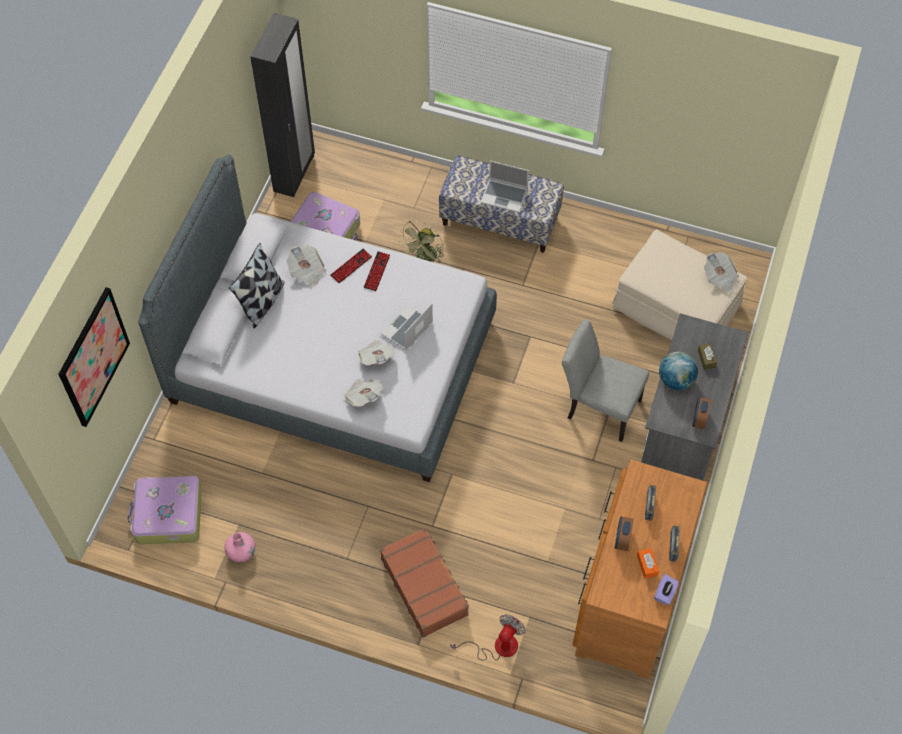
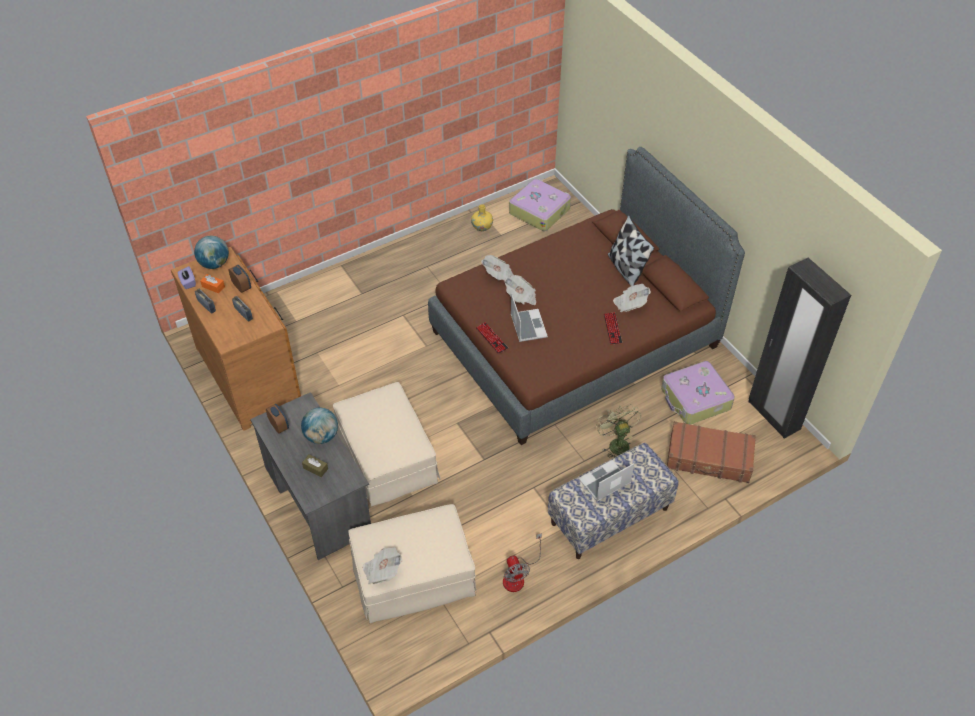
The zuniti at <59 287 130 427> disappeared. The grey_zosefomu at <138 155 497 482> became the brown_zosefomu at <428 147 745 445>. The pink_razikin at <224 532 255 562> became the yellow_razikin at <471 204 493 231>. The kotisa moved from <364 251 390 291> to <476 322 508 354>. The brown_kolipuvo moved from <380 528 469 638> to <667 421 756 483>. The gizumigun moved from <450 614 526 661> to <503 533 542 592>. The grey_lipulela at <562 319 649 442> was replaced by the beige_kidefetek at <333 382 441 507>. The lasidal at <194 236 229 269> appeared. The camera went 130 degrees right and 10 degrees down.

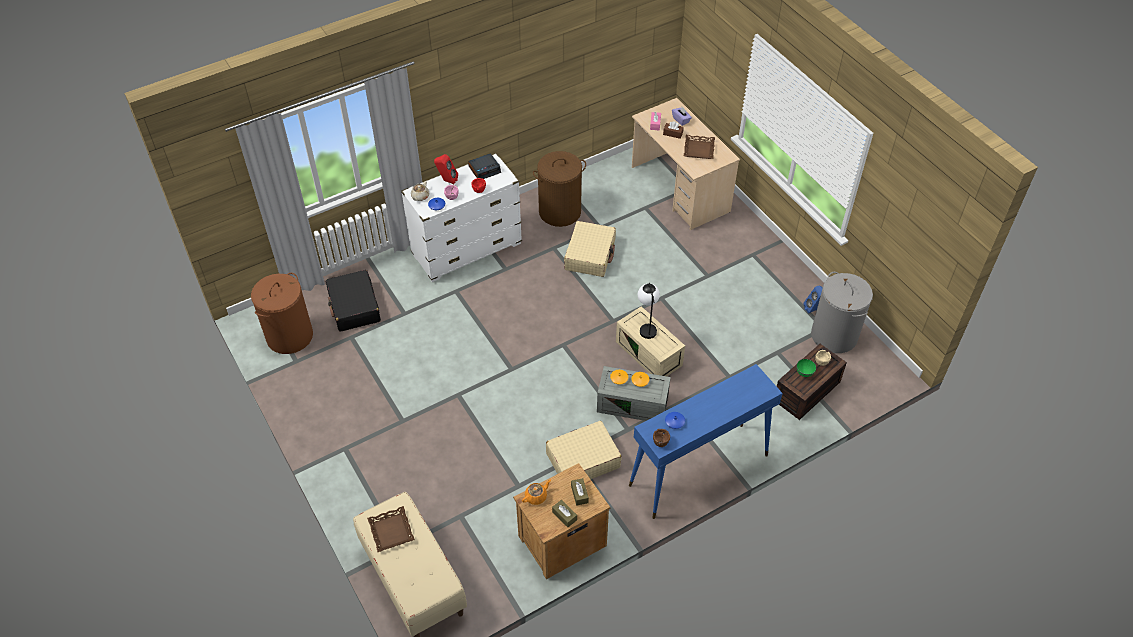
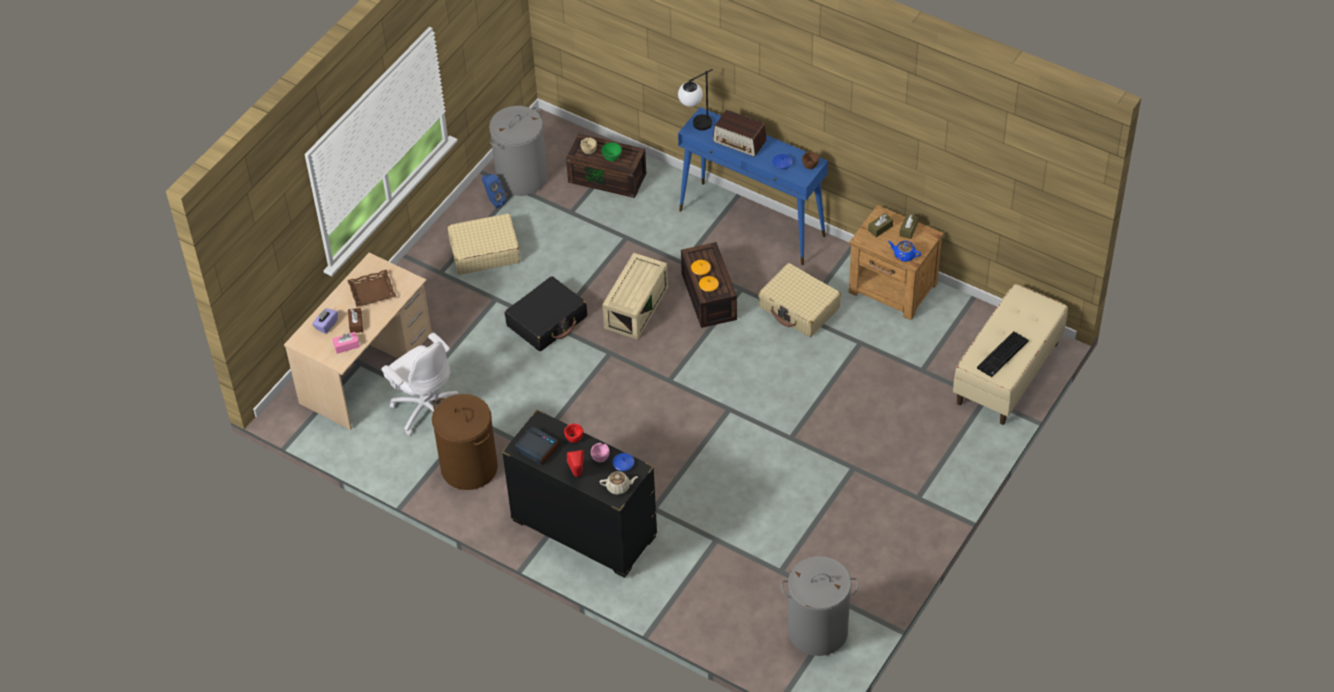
The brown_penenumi at <251 273 313 354> became the grey_penenumi at <781 556 859 656>. The black_kolipuvo moved from <326 270 381 332> to <505 276 587 351>. The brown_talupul at <367 506 415 552> was replaced by the kotisa at <977 331 1028 377>. The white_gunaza at <401 153 522 282> became the black_gunaza at <502 409 658 578>. The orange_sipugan at <522 480 551 505> became the blue_sipugan at <888 241 921 262>. The beige_kolipuvo moved from <564 221 616 277> to <447 213 520 275>. The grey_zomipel at <597 366 671 421> became the brown_zomipel at <681 242 737 328>. The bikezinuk moved from <638 283 660 339> to <678 69 713 131>. The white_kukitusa at <381 333 458 436> appeared. The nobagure at <713 110 767 157> appeared. The camera went 115 degrees left and 0 degrees up.

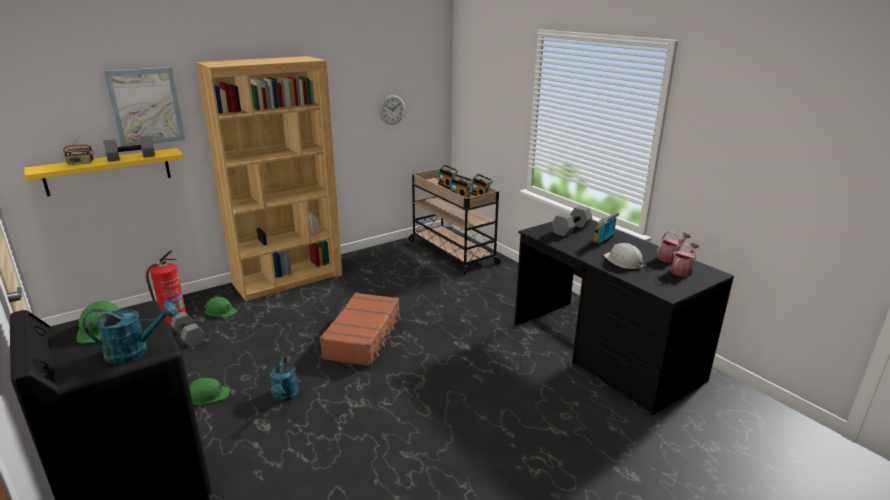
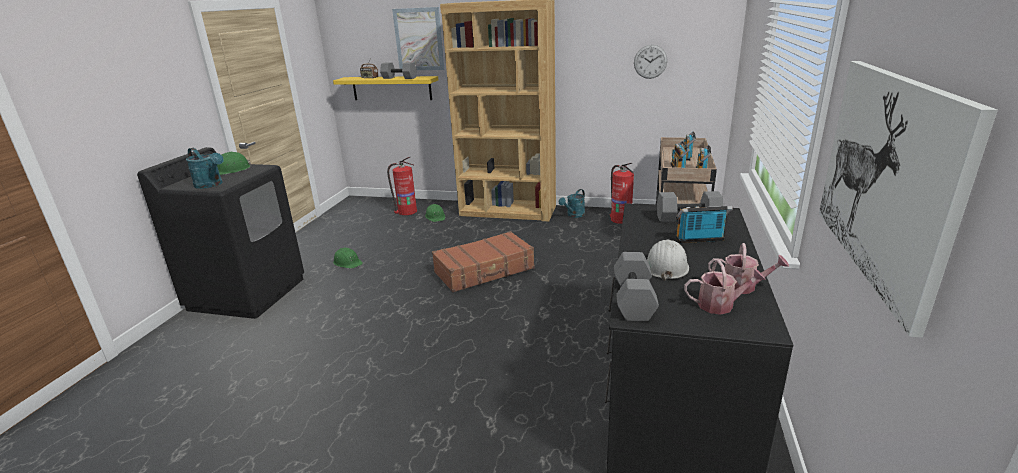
The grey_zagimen moved from <170 311 205 347> to <614 252 659 322>. The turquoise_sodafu moved from <270 356 299 402> to <559 189 585 218>. The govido at <610 163 634 224> appeared. The zuniti at <819 61 998 338> appeared. The camera went 50 degrees right and 0 degrees up.

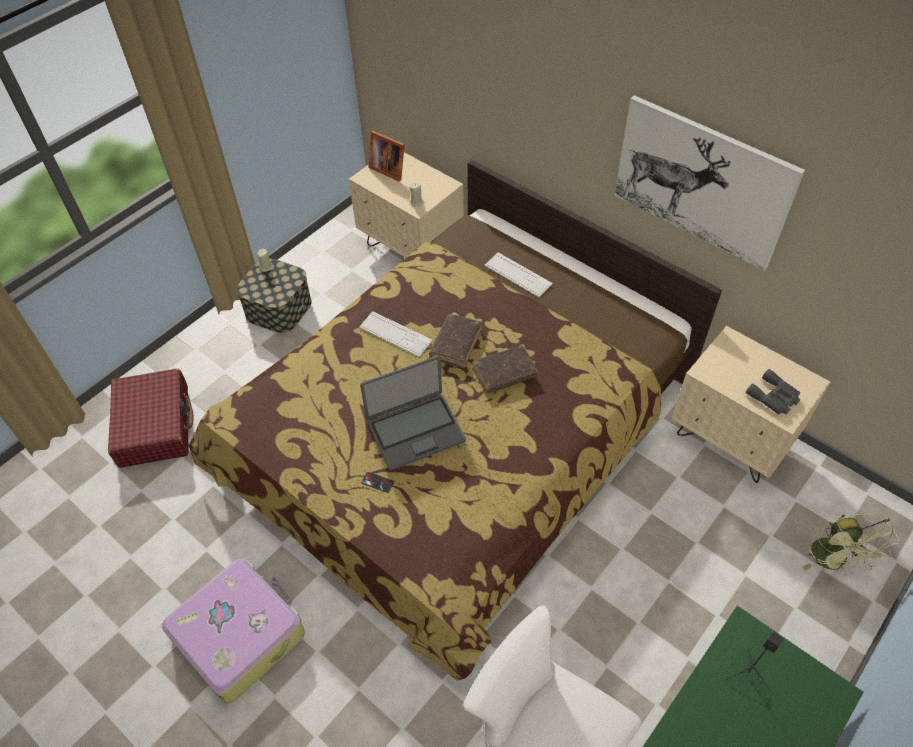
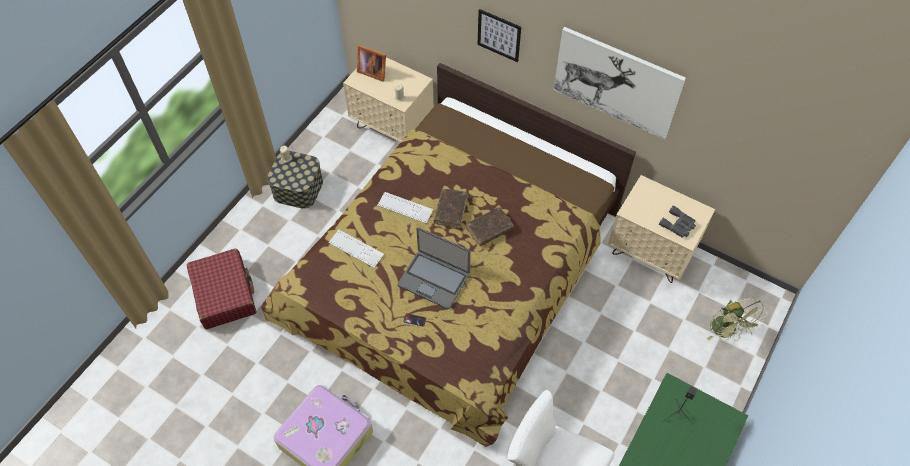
The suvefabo at <360 356 466 470> turned 60 degrees clockwise. The kotisa moved from <484 252 553 297> to <328 230 384 268>. The zuniti at <477 9 521 62> appeared. The camera went 10 degrees left and 5 degrees up.

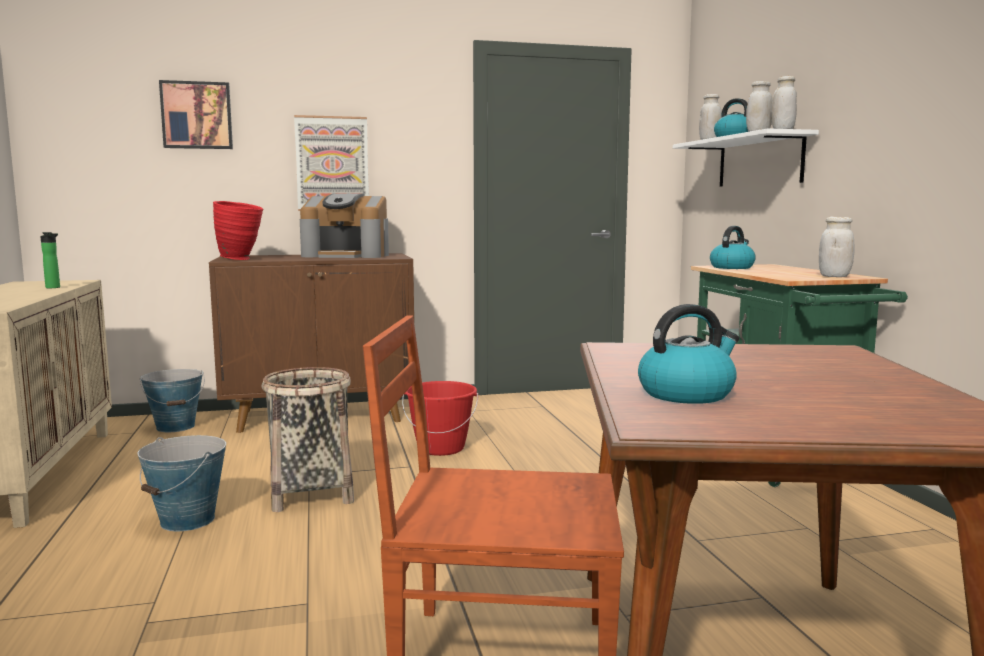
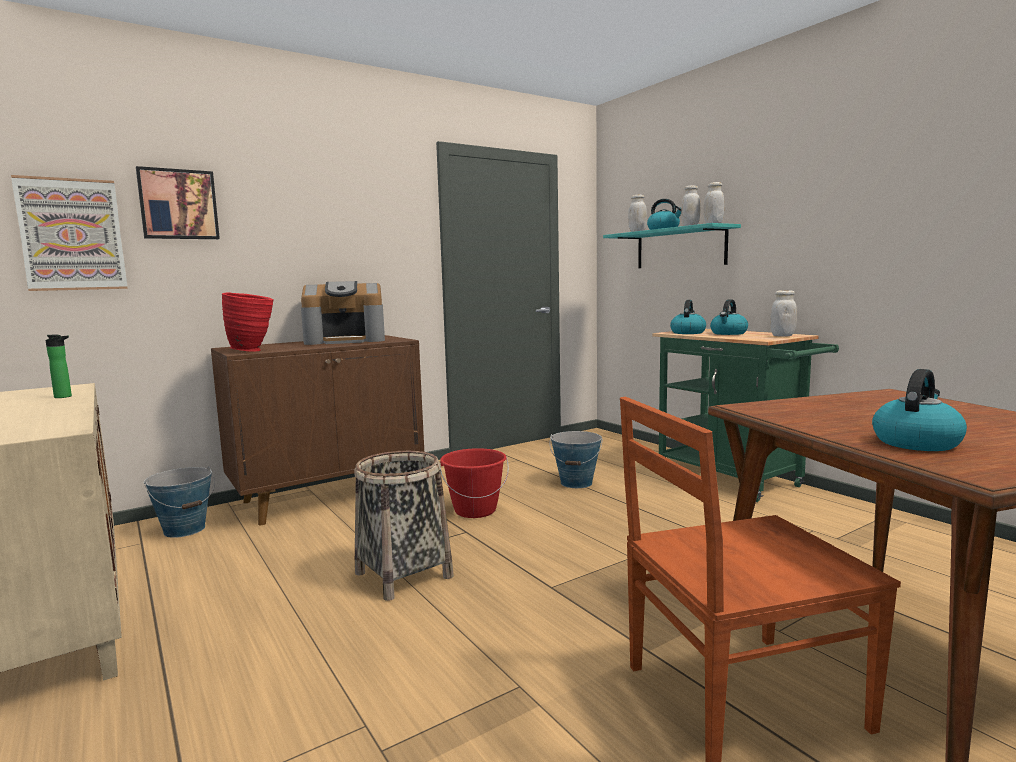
The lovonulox moved from <137 435 226 531> to <550 431 603 488>. The zuniti moved from <294 115 369 211> to <11 175 128 291>. The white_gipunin at <673 128 819 187> became the turquoise_gipunin at <603 223 741 268>. The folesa at <710 299 748 335> appeared. The camera went 20 degrees left and 0 degrees up.

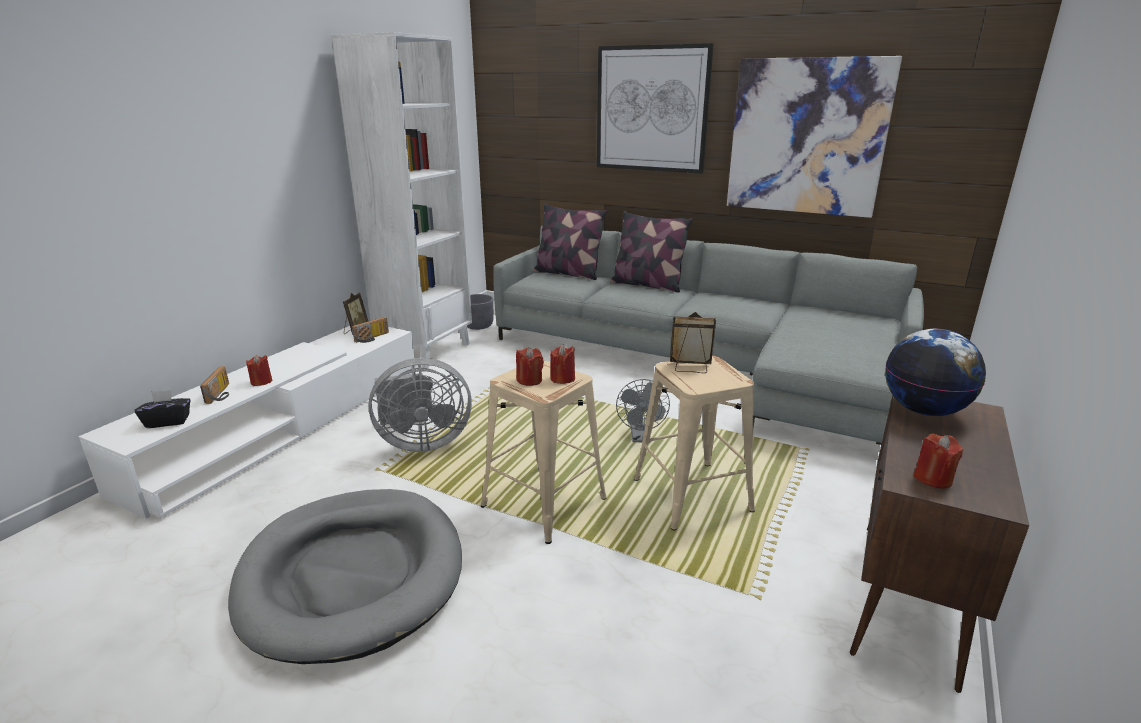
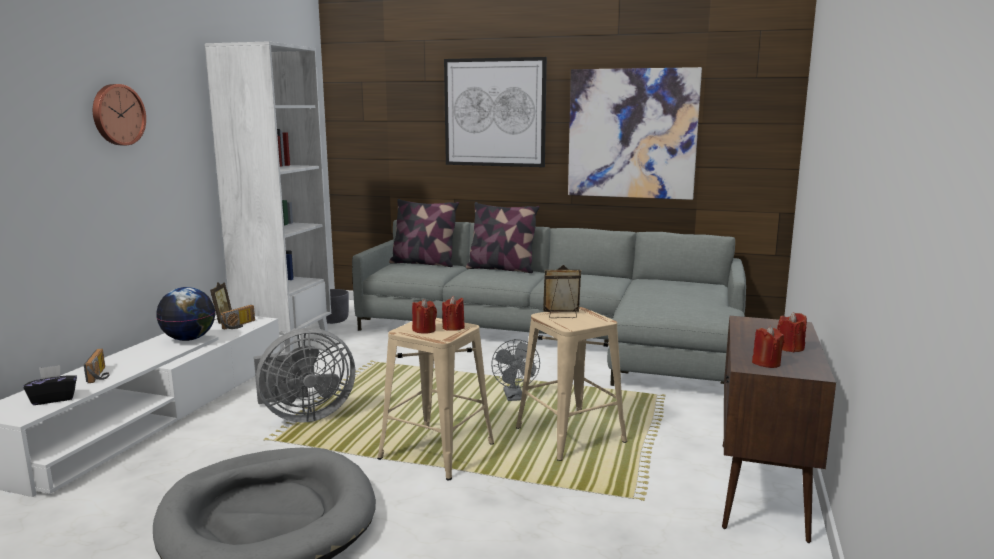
The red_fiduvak moved from <246 355 272 386> to <777 312 807 352>. The lasidal moved from <885 329 986 416> to <156 287 215 341>. The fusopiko at <93 84 146 145> appeared. The camera went 10 degrees left and 10 degrees down.

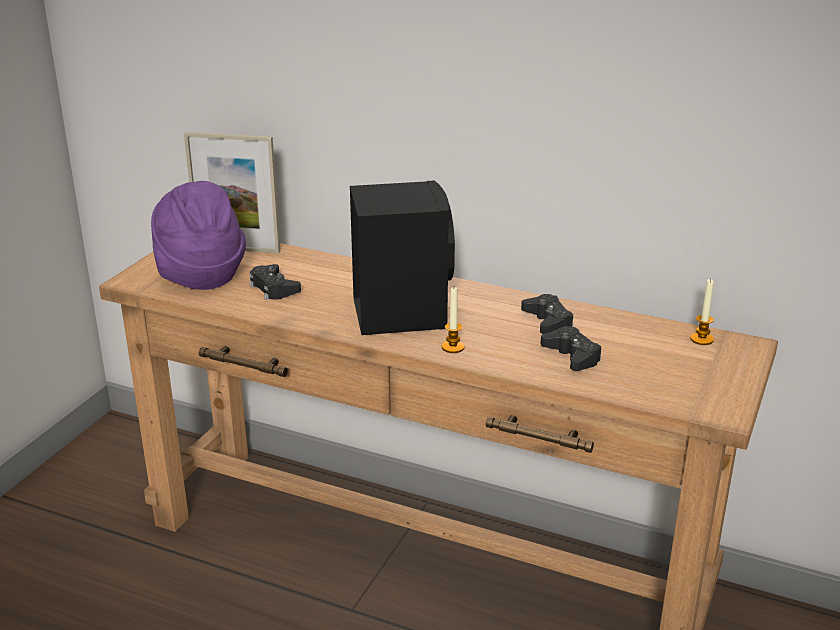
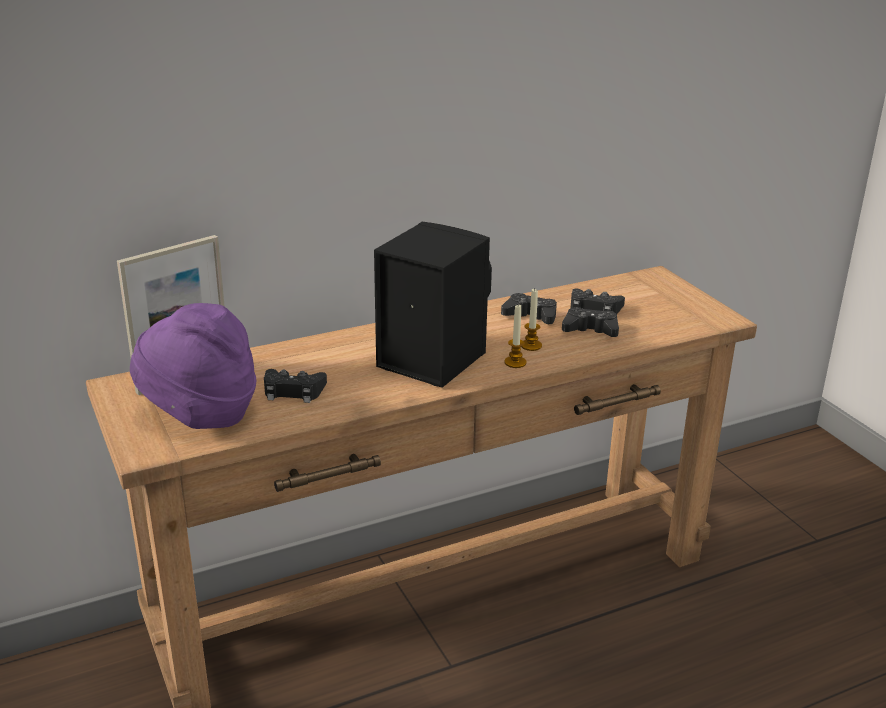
The fiduvak moved from <690 279 714 345> to <521 289 542 351>. The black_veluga at <571 289 625 314> appeared. The camera went 50 degrees left and 0 degrees up.

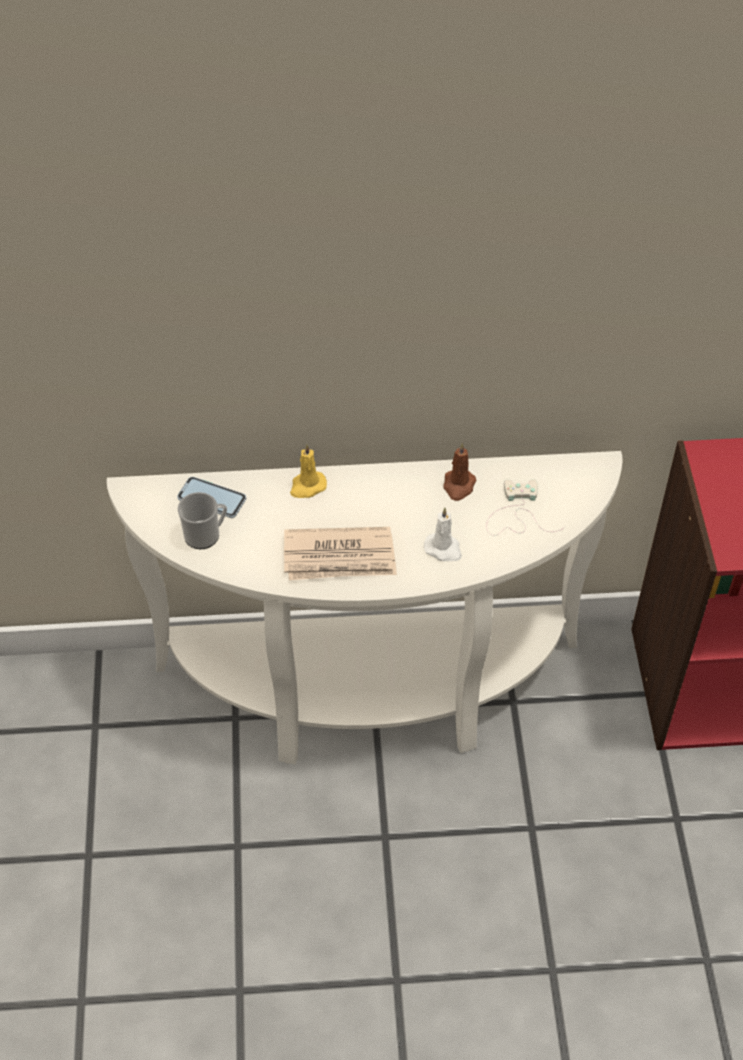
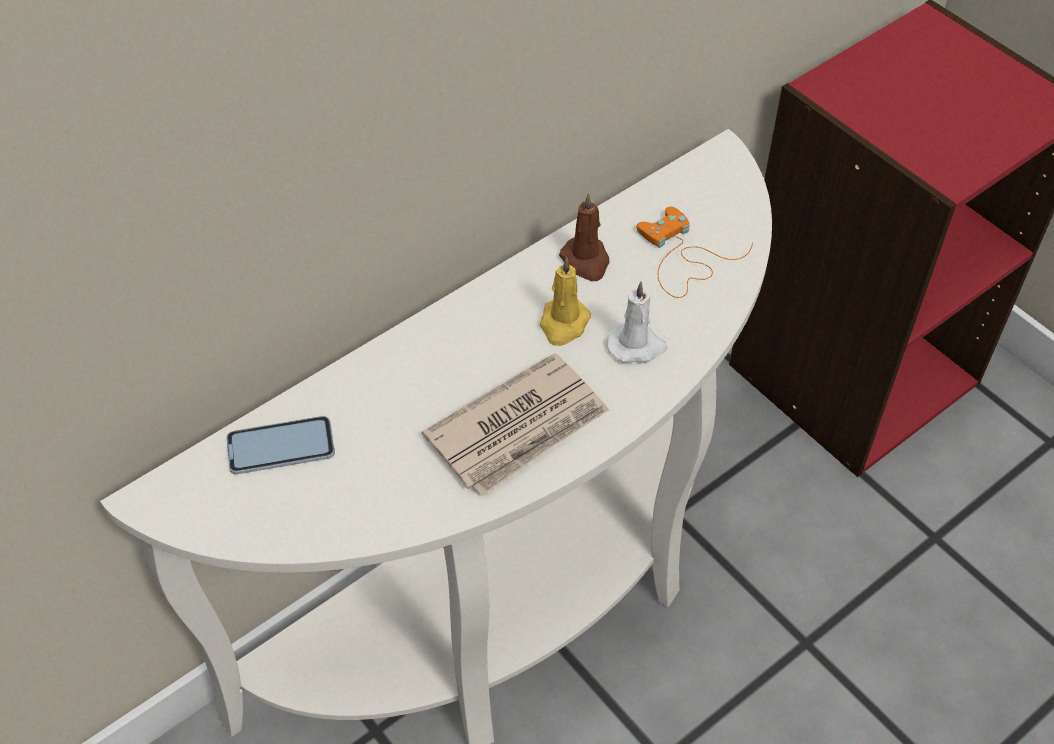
The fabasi at <178 492 227 549> disappeared. The yellow_fiduvak moved from <290 444 327 498> to <540 257 591 346>. The white_veluga at <486 479 565 536> became the orange_veluga at <636 207 753 298>. The camera went 35 degrees left and 0 degrees up.

